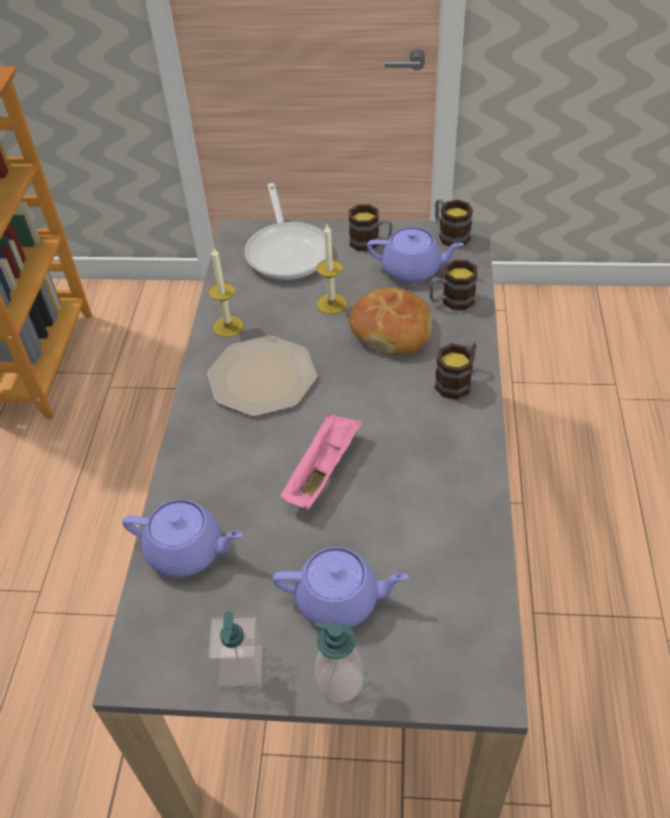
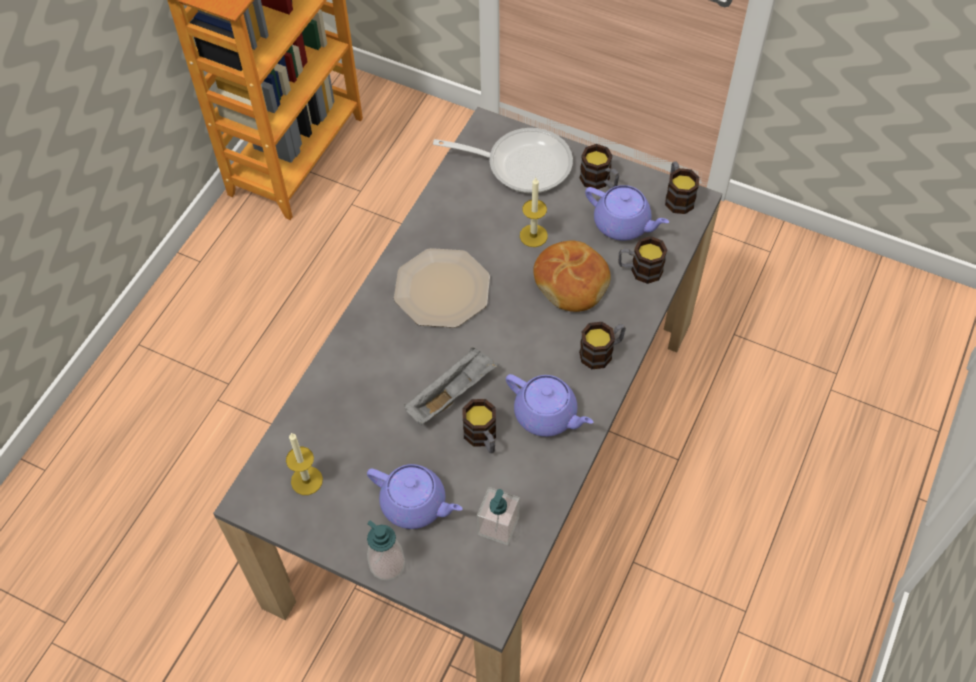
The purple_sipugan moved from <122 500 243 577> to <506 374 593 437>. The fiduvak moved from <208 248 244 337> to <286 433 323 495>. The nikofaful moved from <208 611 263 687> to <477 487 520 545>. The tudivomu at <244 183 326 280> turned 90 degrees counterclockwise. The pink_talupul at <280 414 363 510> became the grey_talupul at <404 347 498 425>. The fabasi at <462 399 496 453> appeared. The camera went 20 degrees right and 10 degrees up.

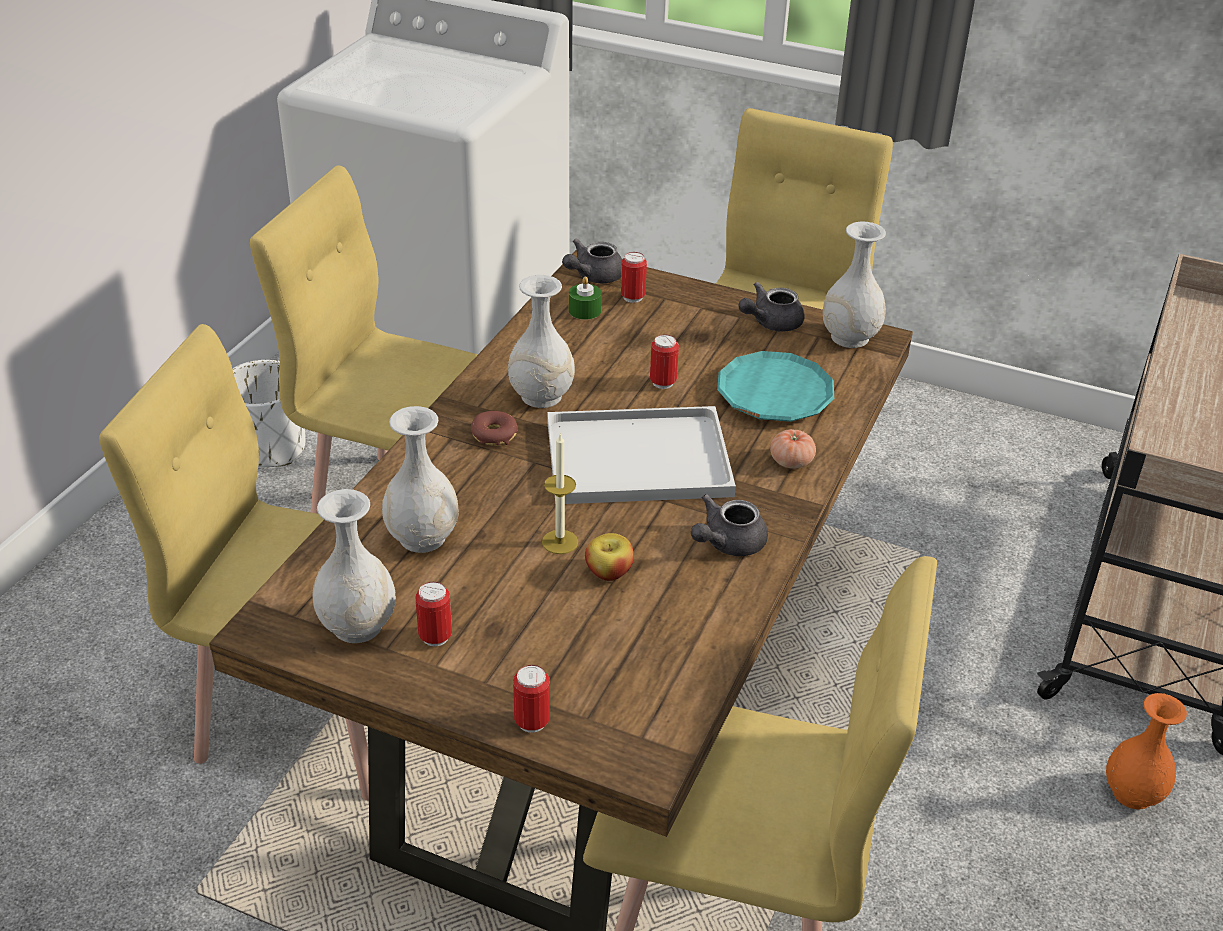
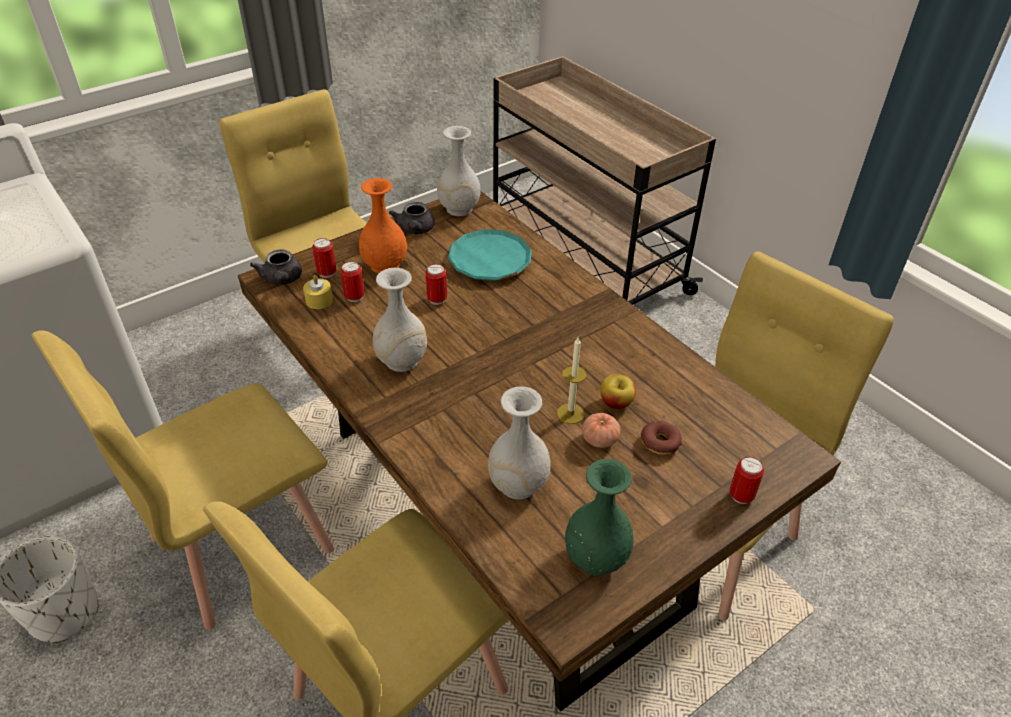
The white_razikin at <313 489 396 643> became the green_razikin at <565 459 634 576>. The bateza moved from <415 582 452 647> to <340 261 365 302>. The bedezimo moved from <471 411 518 446> to <641 421 682 455>. The white_talupul at <547 406 736 504> disappeared. The green_fiduvak at <569 276 602 320> became the yellow_fiduvak at <303 275 333 309>. The grey_sipugan at <691 494 768 556> disappeared. The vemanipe moved from <770 429 816 469> to <582 413 621 448>. The orange_razikin moved from <1106 693 1187 809> to <359 178 407 274>. The camera went 60 degrees left and 5 degrees up.

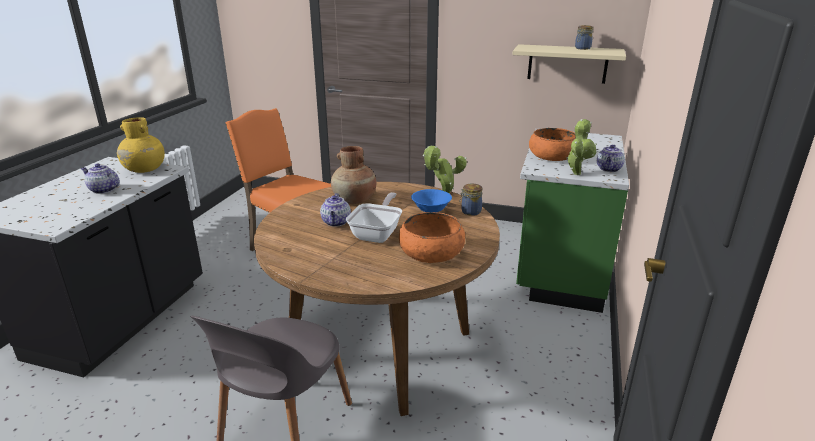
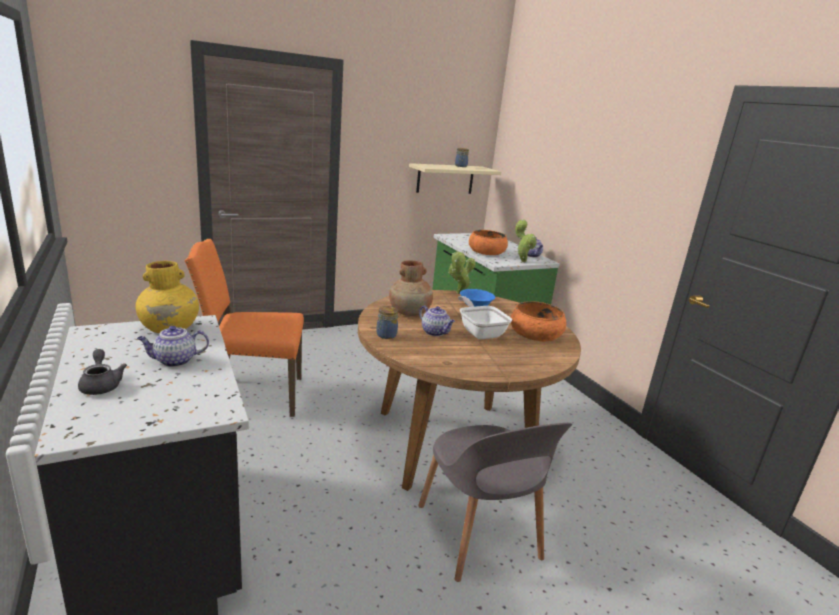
The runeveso moved from <459 184 482 216> to <376 306 398 339>. The grey_sipugan at <78 349 127 395> appeared. The camera went 45 degrees left and 5 degrees down.

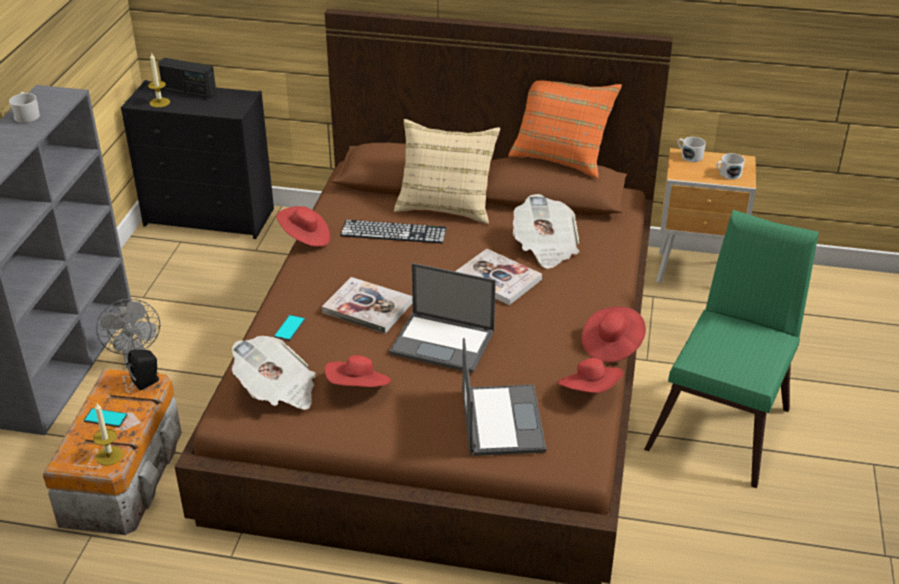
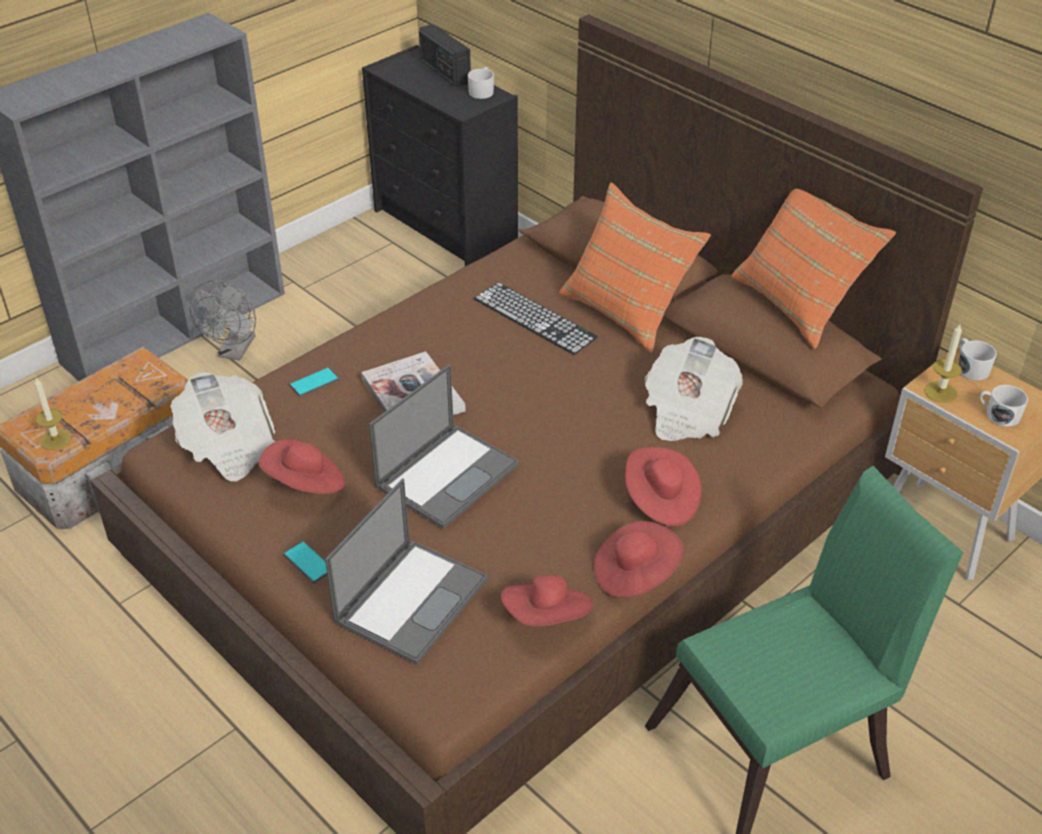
The white_fabasi moved from <9 92 40 123> to <468 67 494 99>. The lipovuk moved from <84 408 127 427> to <283 541 327 583>. The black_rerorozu at <128 349 159 390> disappeared. The fiduvak moved from <148 52 170 108> to <924 324 962 403>. The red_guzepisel moved from <276 206 330 247> to <625 447 701 526>. The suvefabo at <389 263 496 373> turned 105 degrees counterclockwise. The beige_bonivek at <394 119 500 224> became the orange_bonivek at <559 183 711 353>. The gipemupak at <455 249 542 305> disappeared. The camera went 35 degrees right and 5 degrees up.

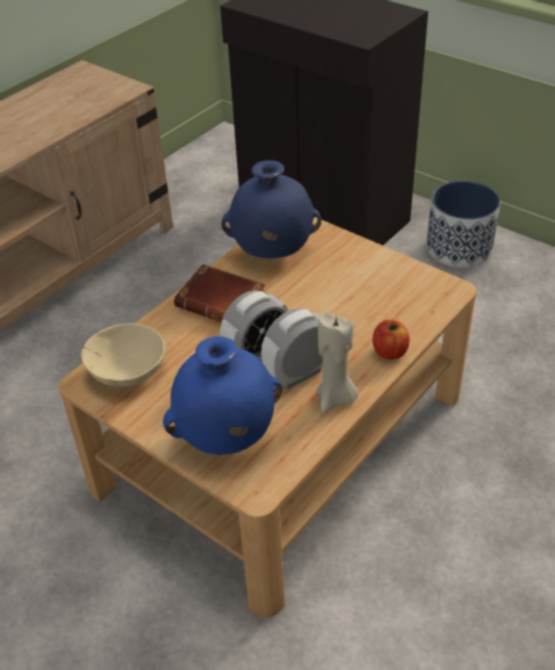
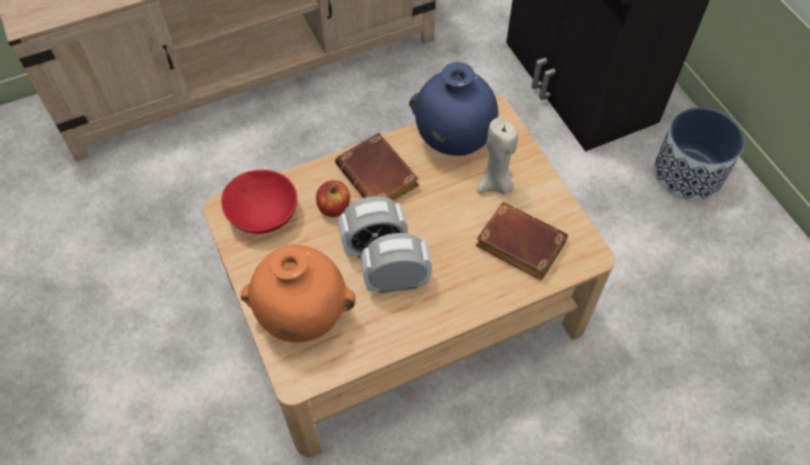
The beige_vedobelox at <81 323 165 387> became the red_vedobelox at <221 170 297 234>. The blue_razikin at <163 336 282 455> became the orange_razikin at <241 244 355 343>. The beige_fiduvak moved from <317 312 358 413> to <477 117 518 195>. The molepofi moved from <373 319 409 360> to <316 180 350 217>. The brown_gipemupak at <475 202 568 281> appeared. The camera went 25 degrees right and 15 degrees up.

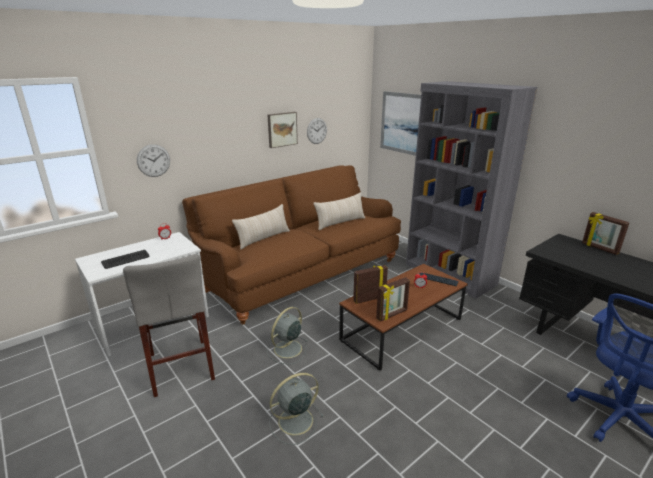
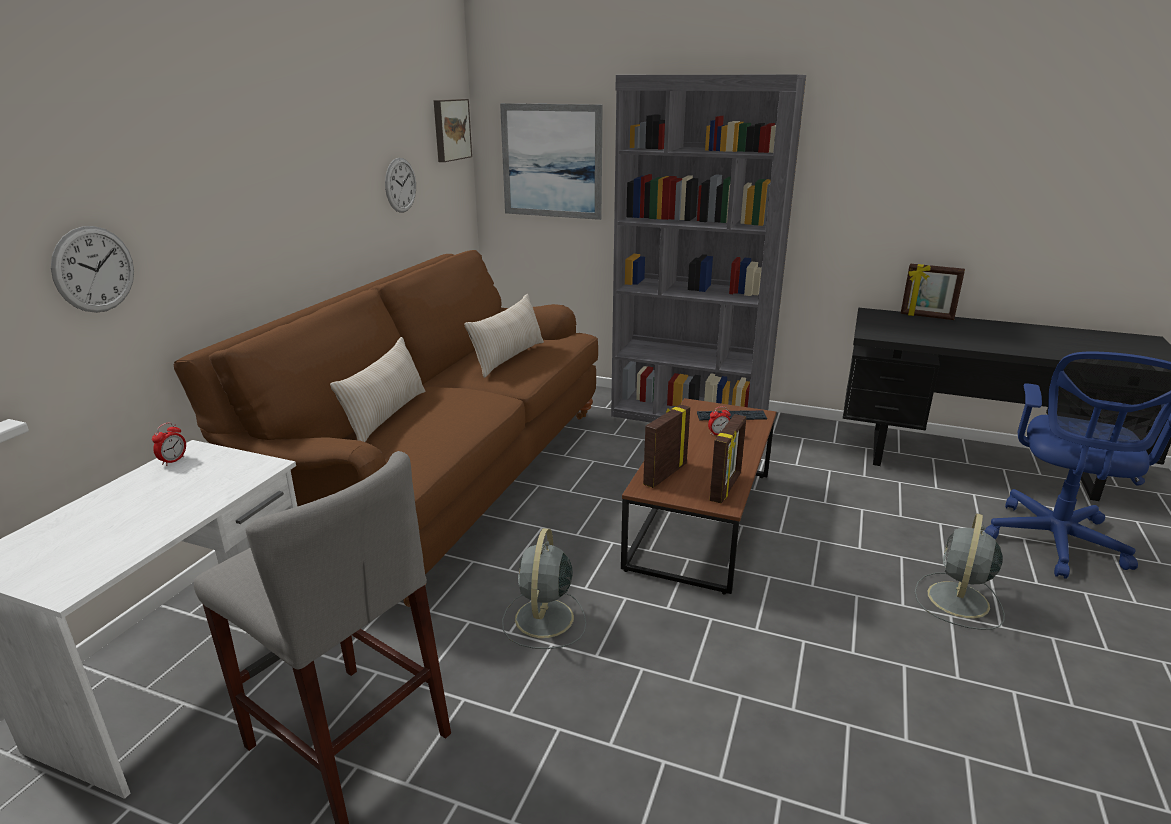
The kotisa at <101 250 150 269> disappeared. The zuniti moved from <268 112 298 148> to <434 99 472 162>. The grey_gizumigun moved from <269 373 324 445> to <915 513 1005 630>. The camera went 30 degrees left and 0 degrees up.

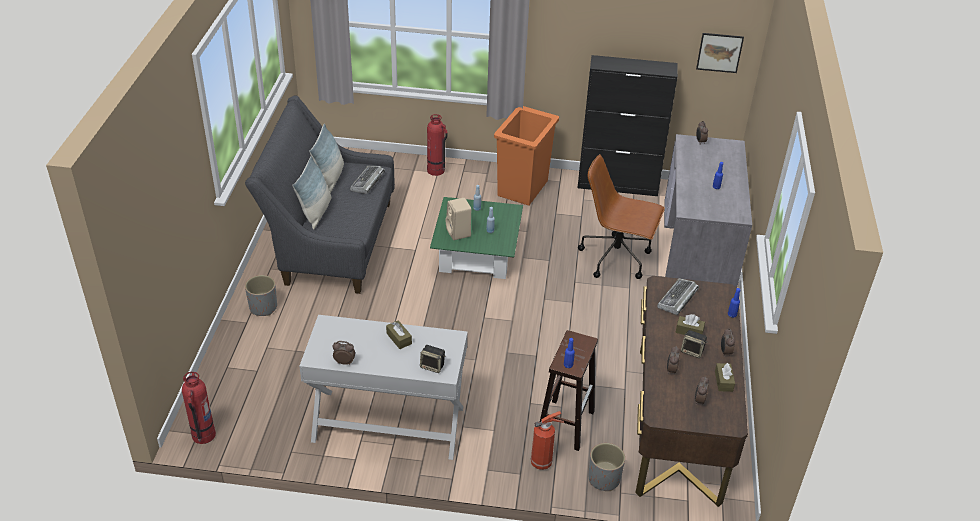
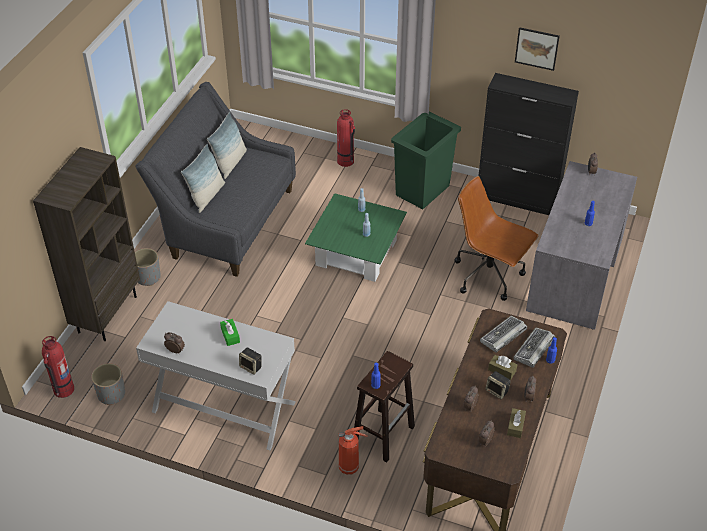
The kotisa moved from <350 166 385 194> to <513 327 555 368>. The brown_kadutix at <386 320 412 349> became the green_kadutix at <220 319 240 346>. The beige_rerorozu at <446 198 471 240> disappeared. The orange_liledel at <494 106 559 206> became the green_liledel at <391 112 461 209>. The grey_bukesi moved from <589 443 625 491> to <91 363 125 405>. The zuniti moved from <696 33 744 73> to <515 27 560 71>. The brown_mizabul at <33 147 140 341> appeared. The camera went 15 degrees right and 5 degrees up.

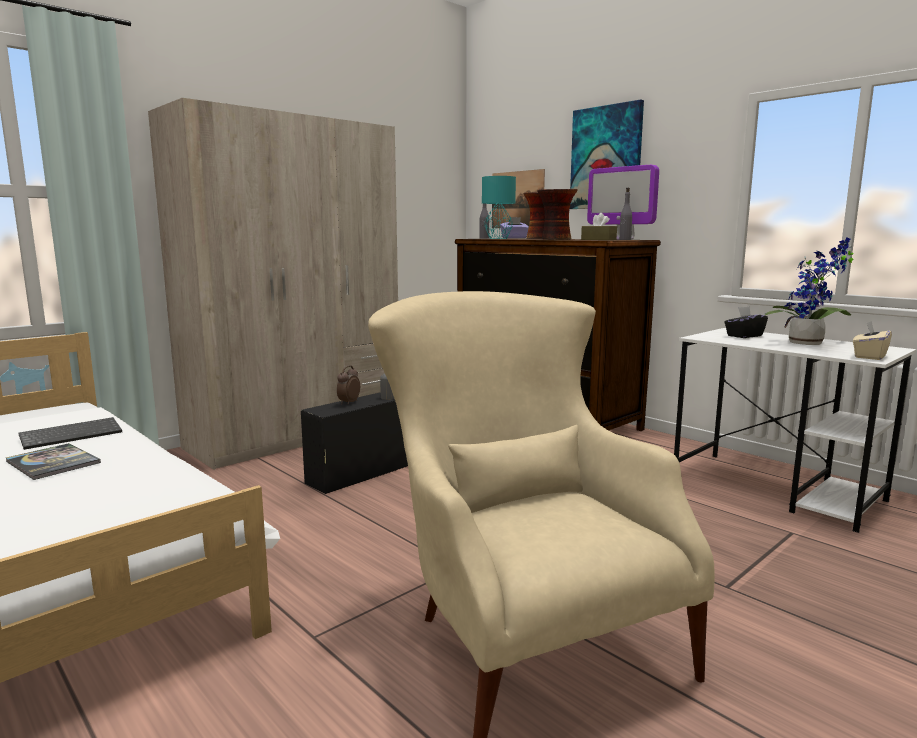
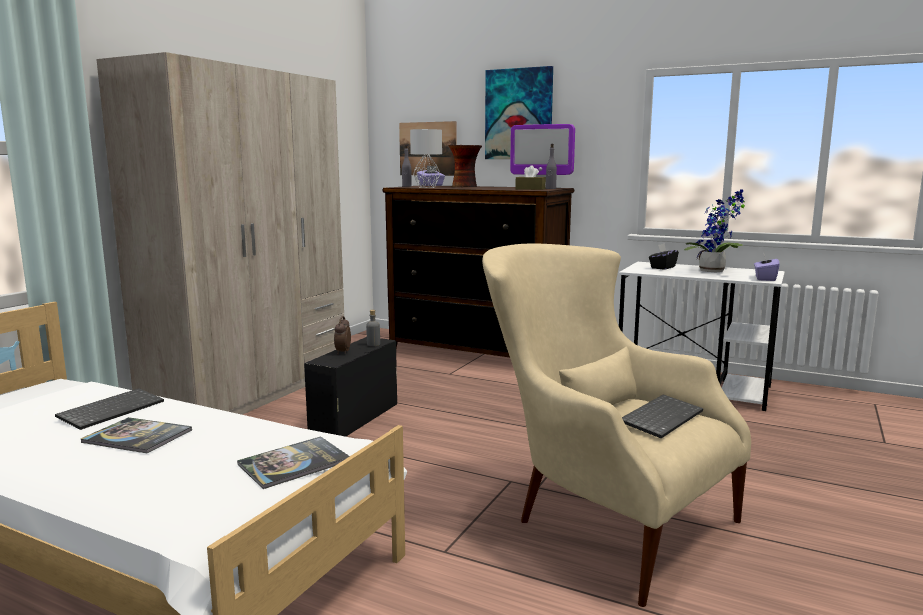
The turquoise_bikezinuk at <482 176 516 239> became the grey_bikezinuk at <410 129 442 188>. The razikin at <537 189 578 240> disappeared. The beige_kadutix at <853 321 892 360> became the purple_kadutix at <754 254 780 281>. The gipemupak at <237 436 350 489> appeared. The kotisa at <622 394 703 438> appeared. The camera went 20 degrees left and 0 degrees up.

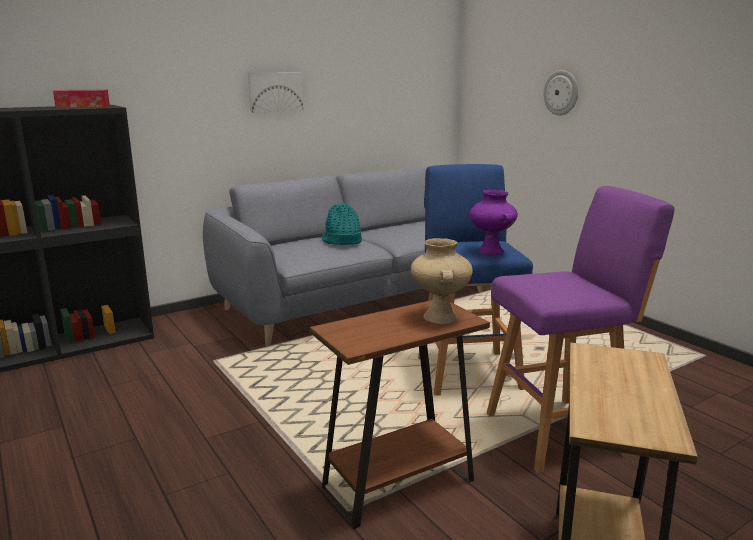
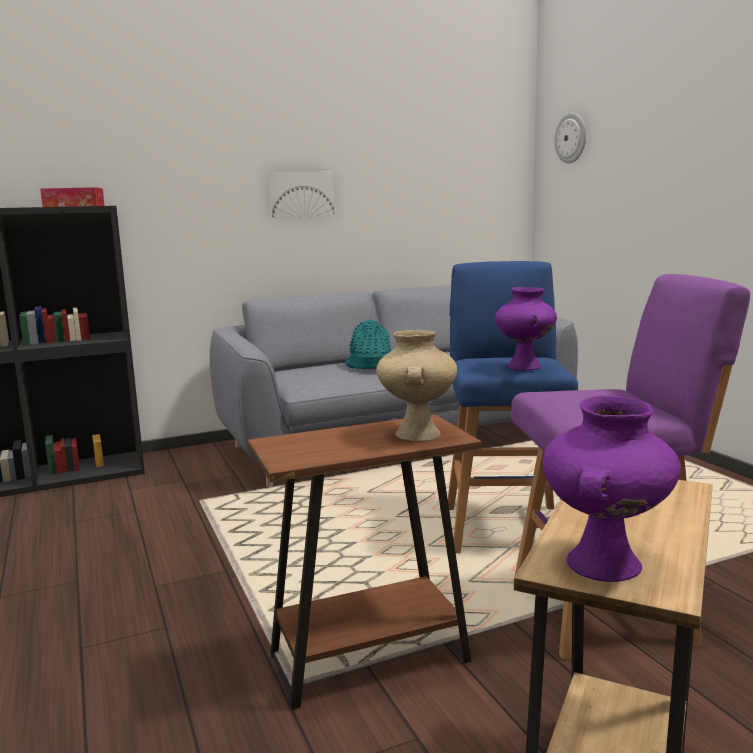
The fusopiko moved from <543 70 578 115> to <554 113 586 164>. The purple_razikin at <542 396 681 582> appeared. The camera went 10 degrees right and 5 degrees down.

